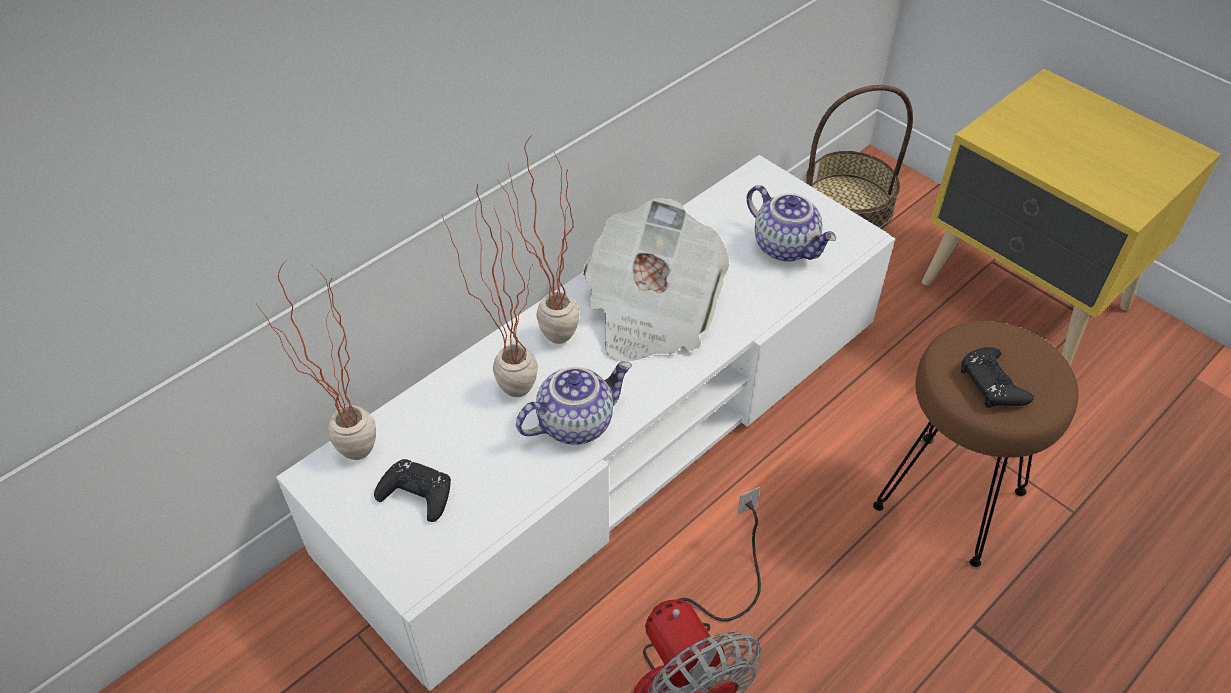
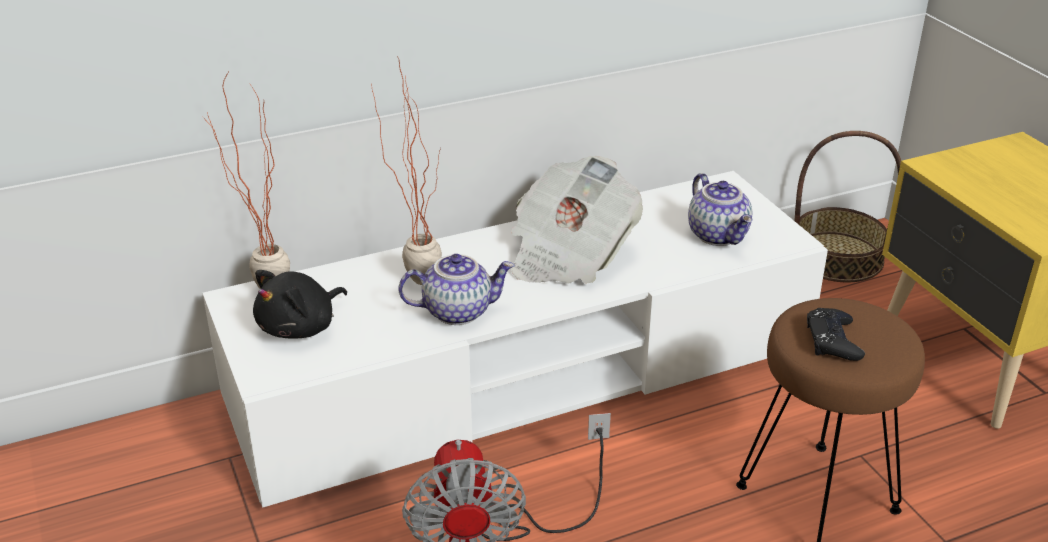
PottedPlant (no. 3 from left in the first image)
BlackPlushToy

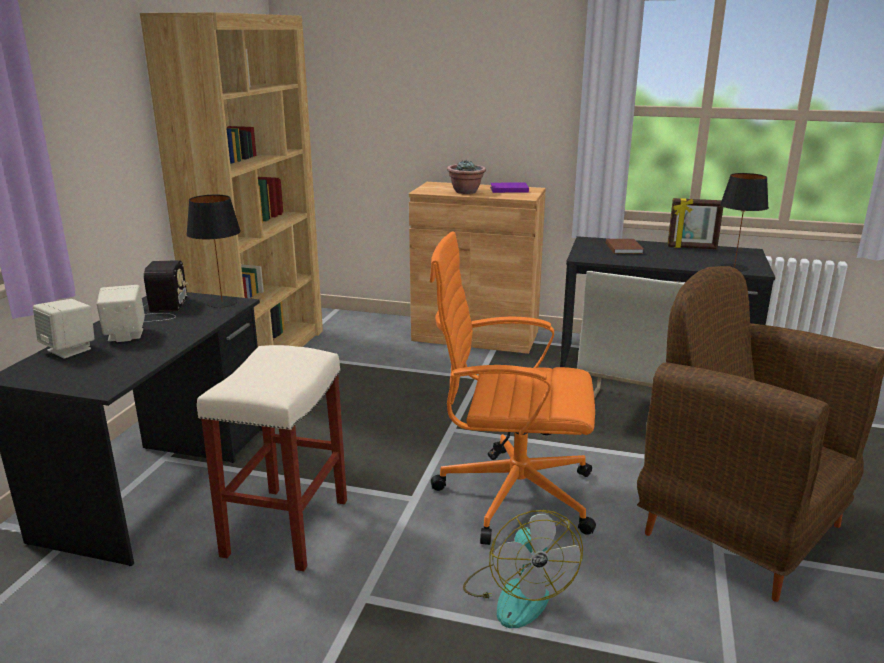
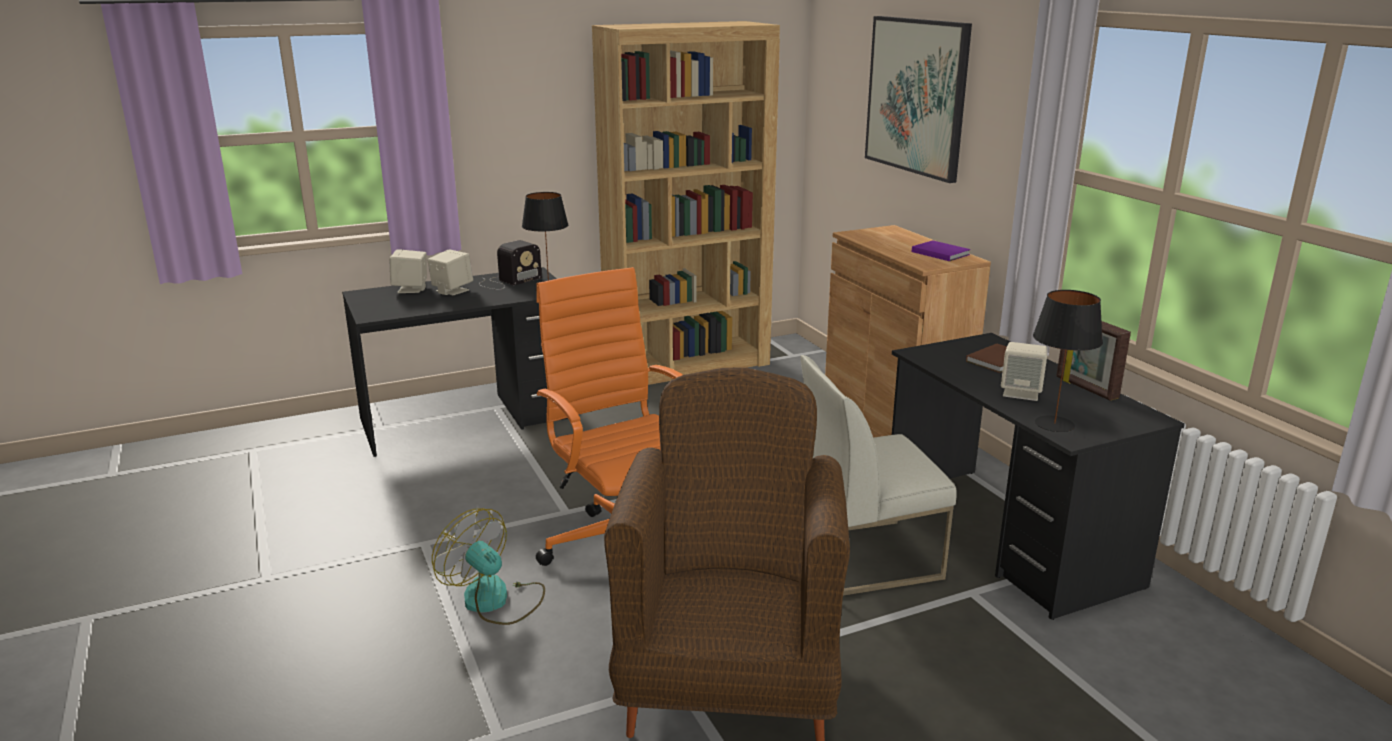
PottedPlant
BeigeStool
Fan
Picture
BeigeSpeaker (no. 3 from left)

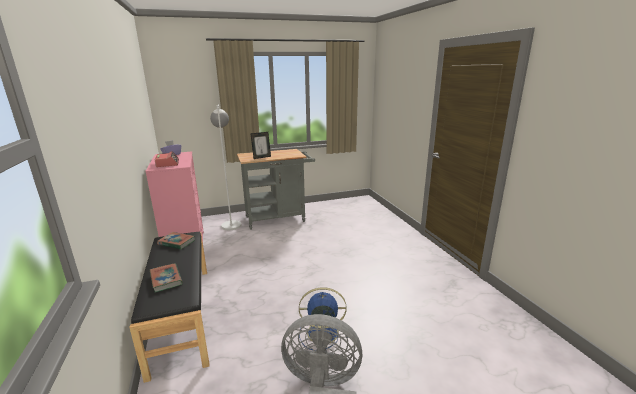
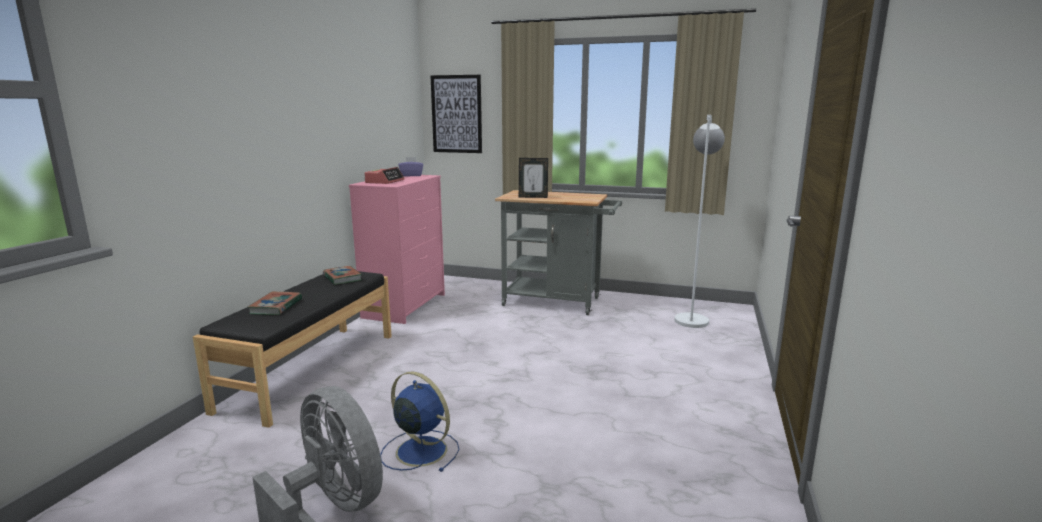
WhiteFloorLamp
Picture

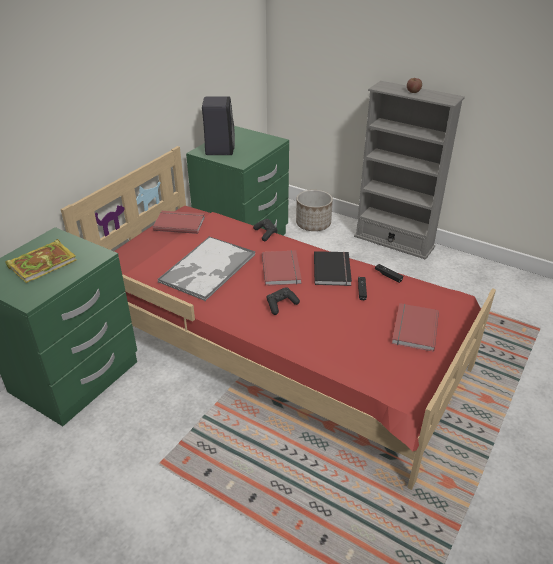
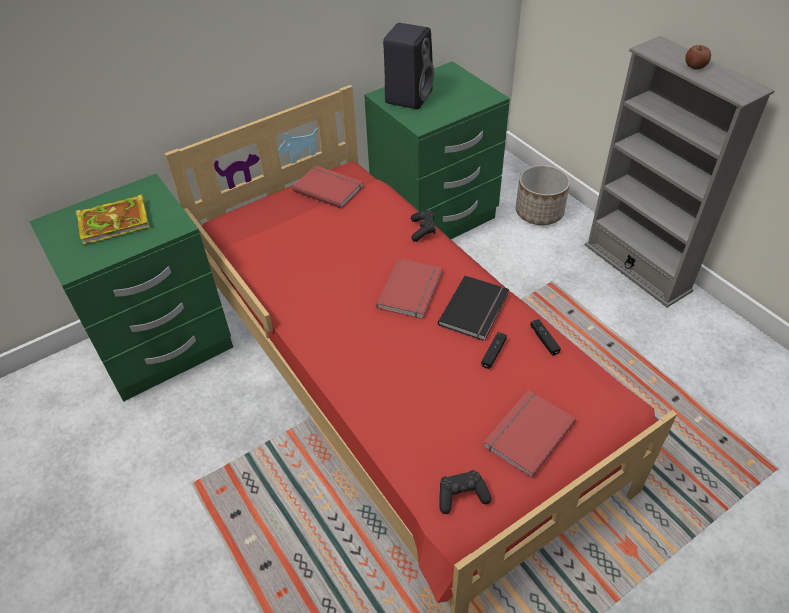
Tray
BlackGameController (no. 2 from left)

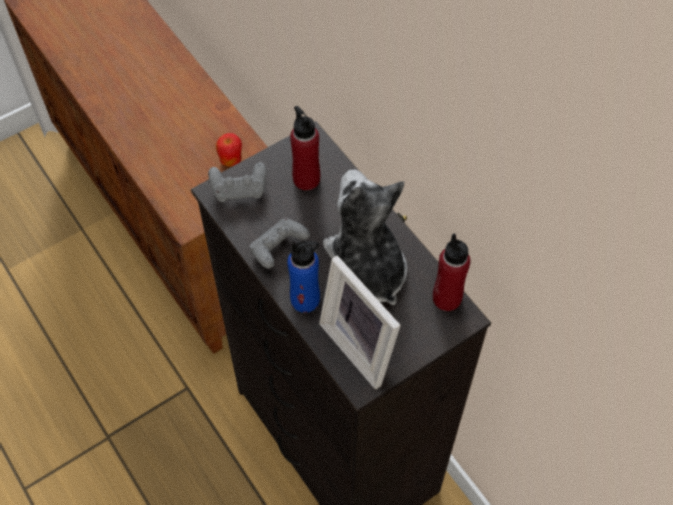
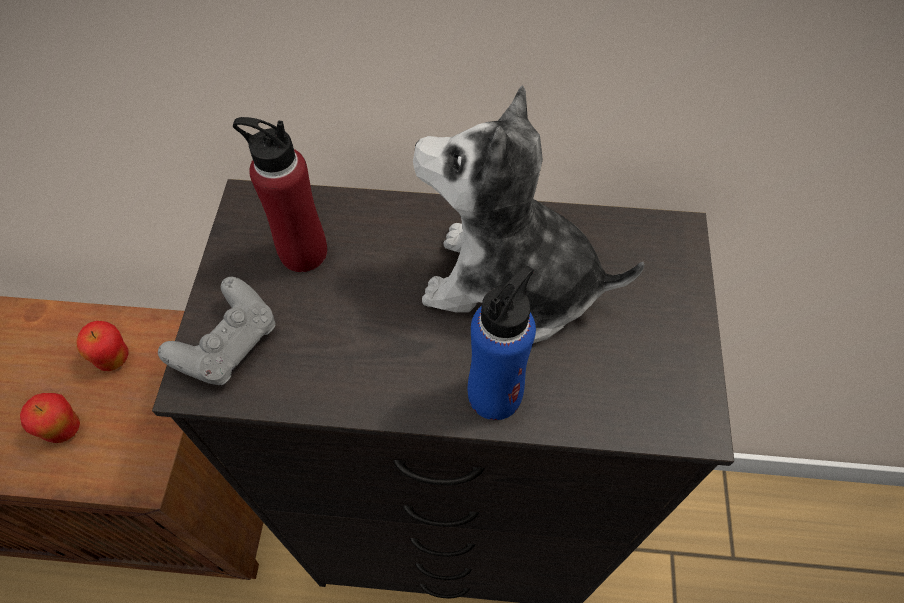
GreyGameController (no. 2 from left in the first image)
RedBottle (no. 2 from left in the first image)
PictureFrame
Apple (no. 1 from left)

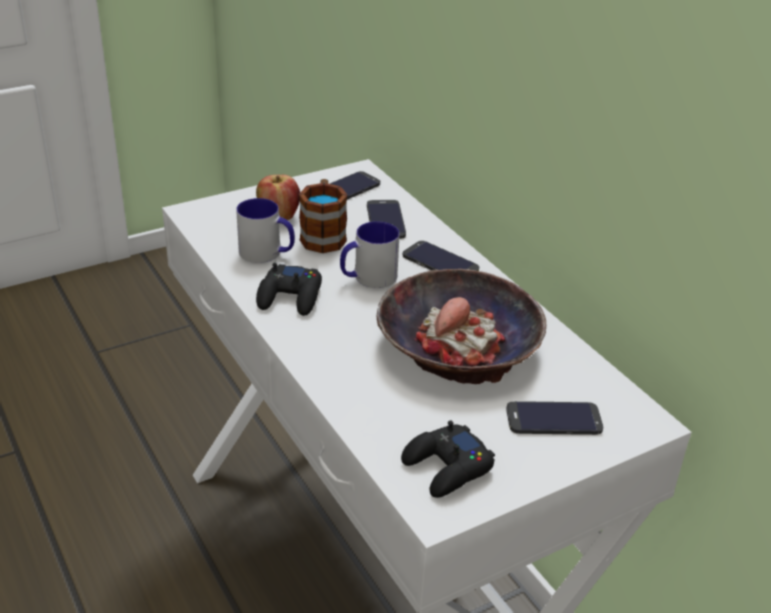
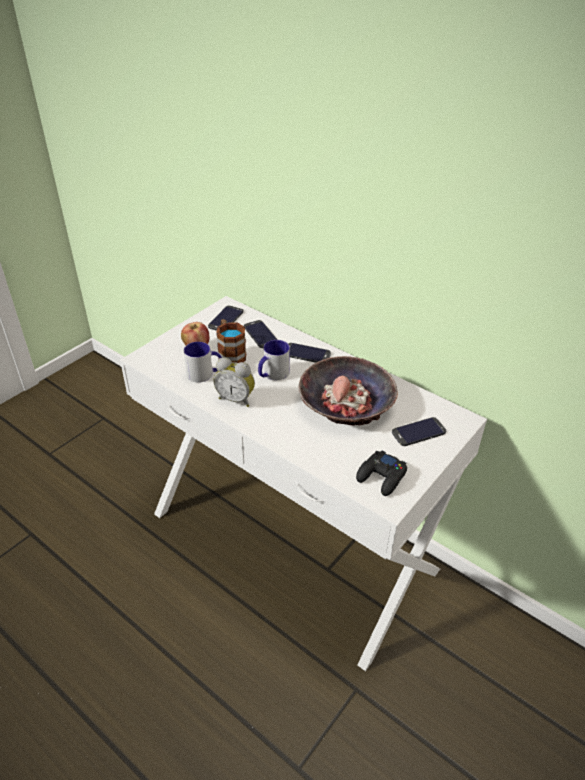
AlarmClock

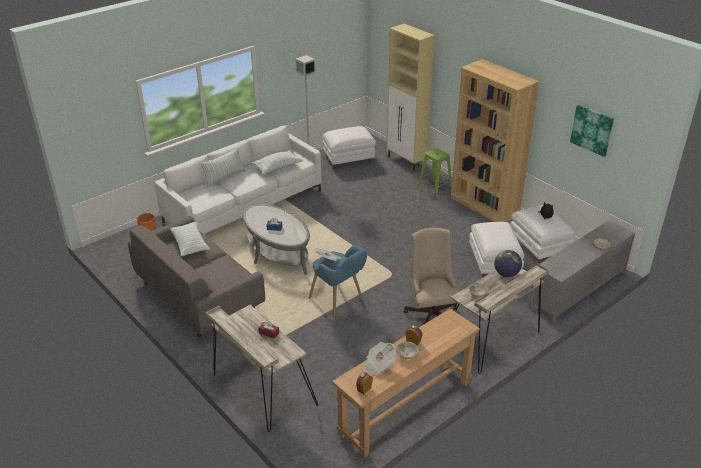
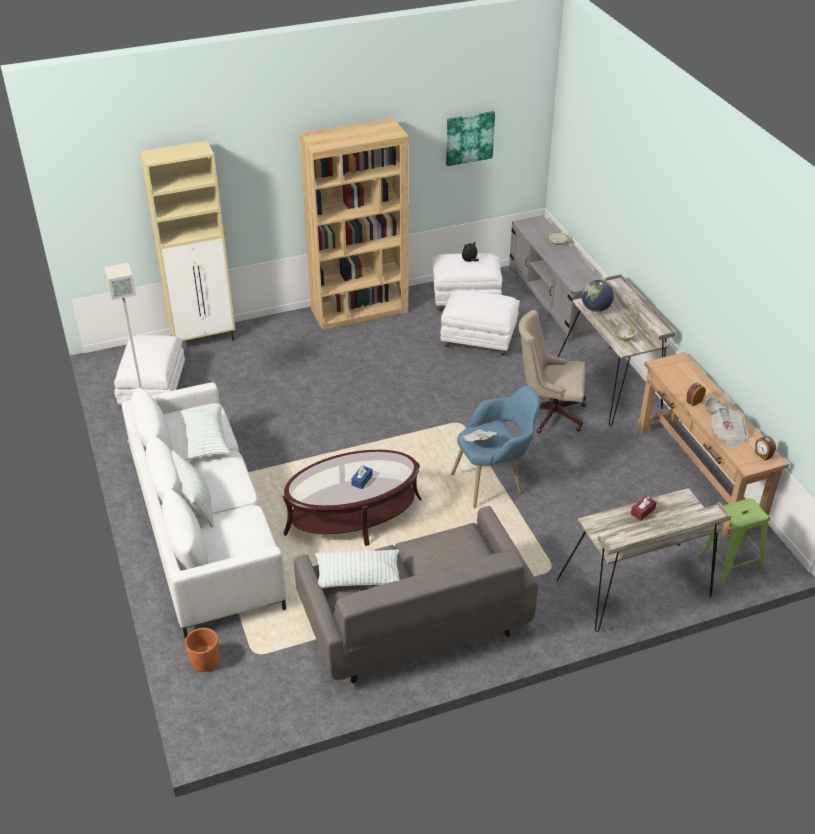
GreenStool
BrownCoffeeTable

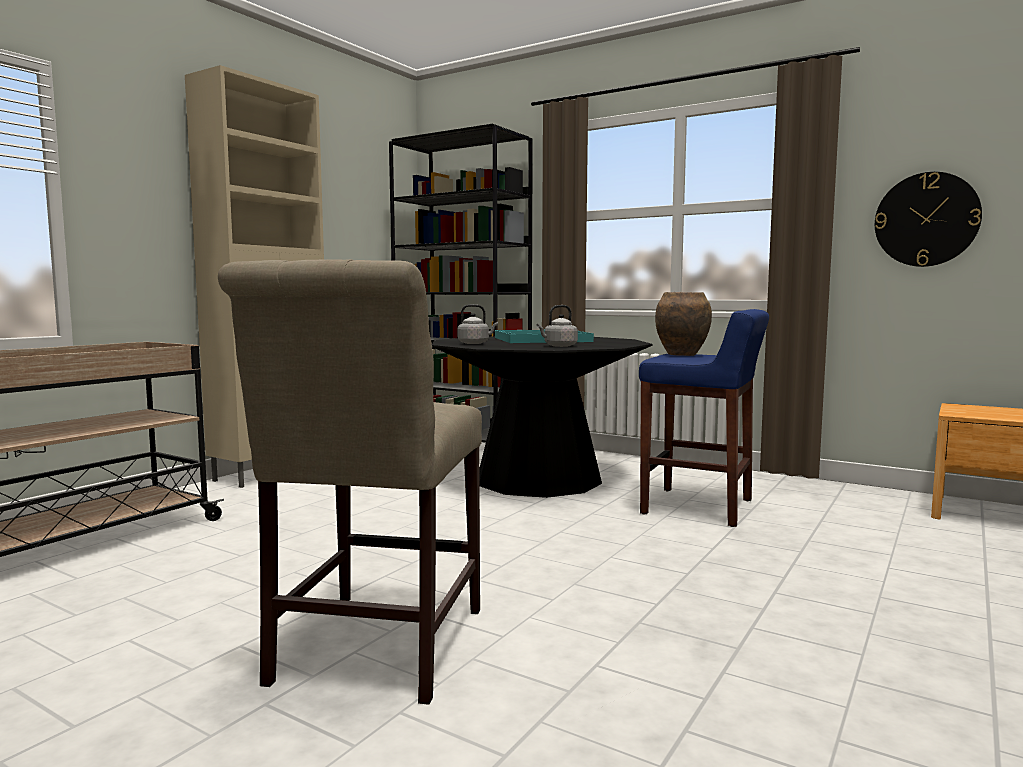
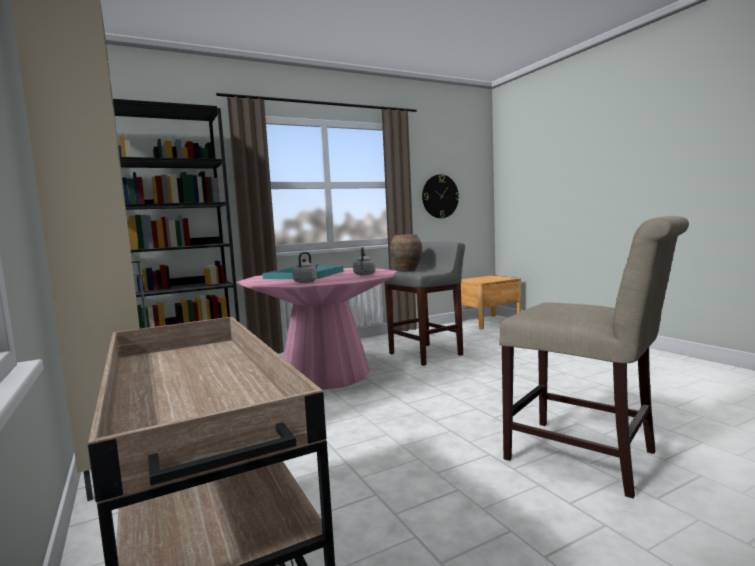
GreyStool
PinkDiningTable

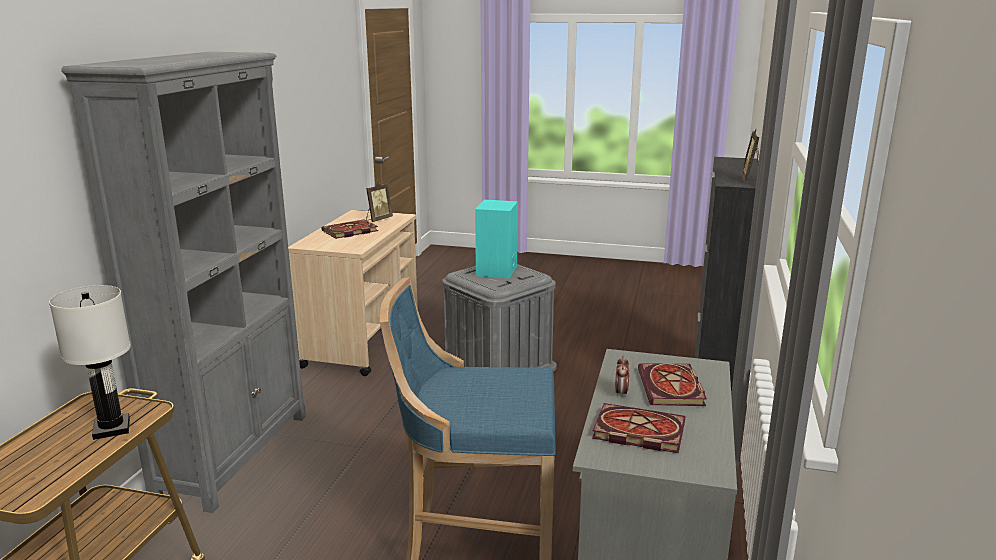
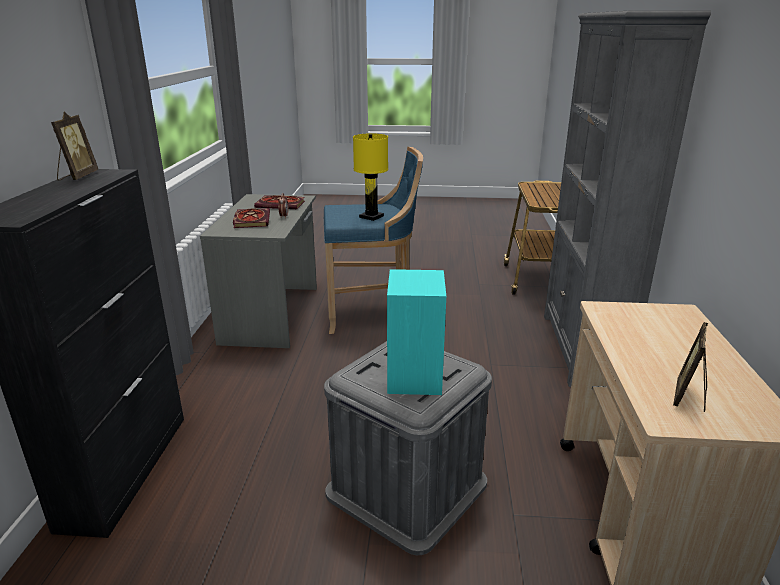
Book (no. 1 from left in the first image)
WhiteTableLamp
YellowTableLamp

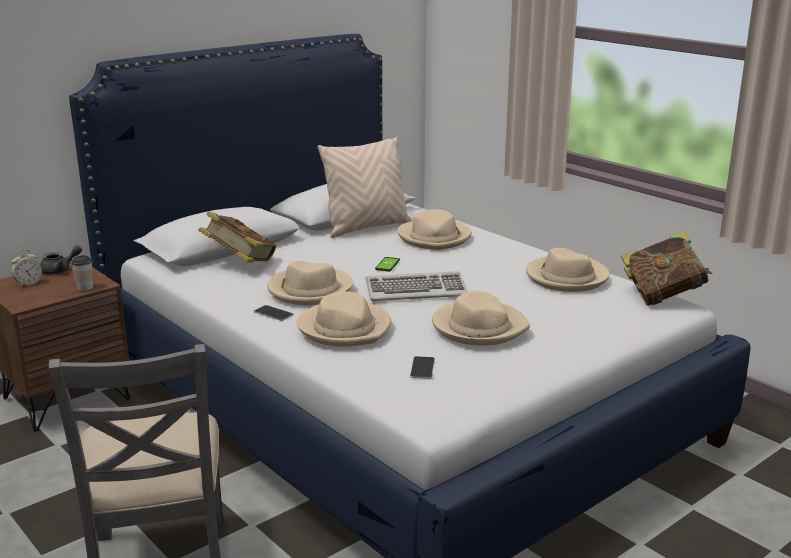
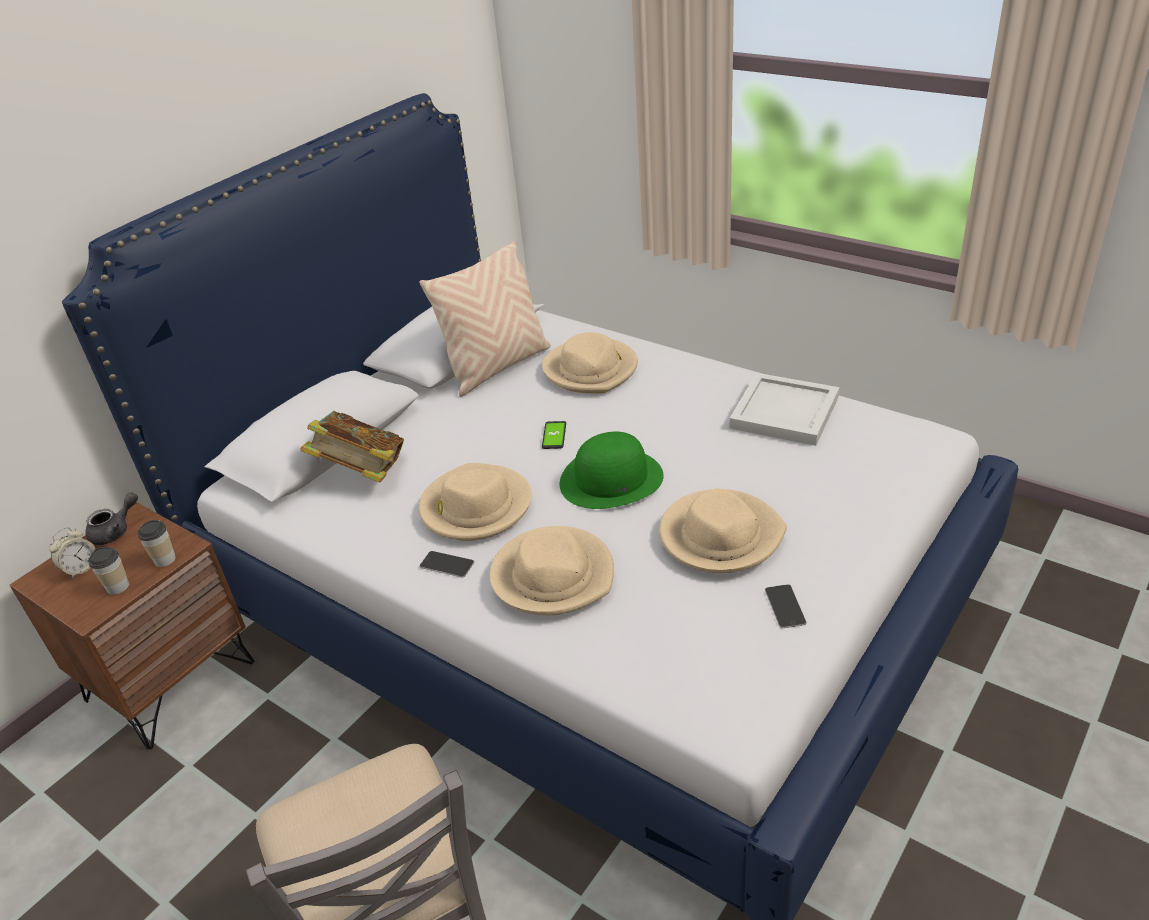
Book (no. 2 from left in the first image)
WhiteTray
GreenHat
Phone (no. 3 from left)
Cup (no. 1 from left)

